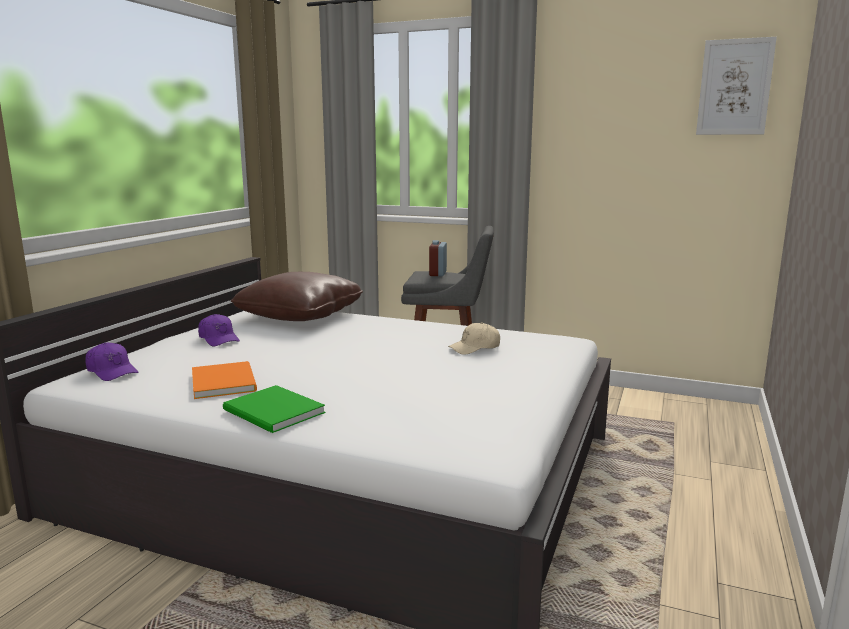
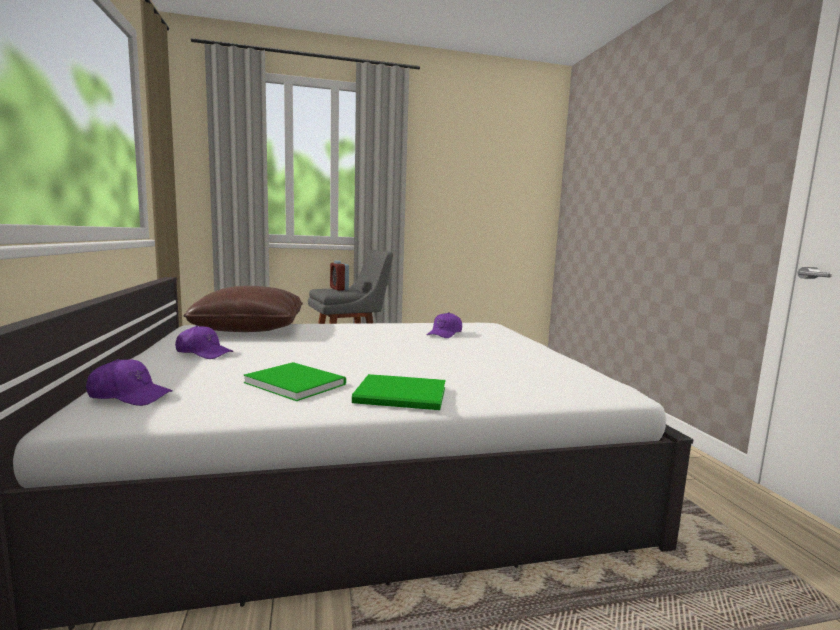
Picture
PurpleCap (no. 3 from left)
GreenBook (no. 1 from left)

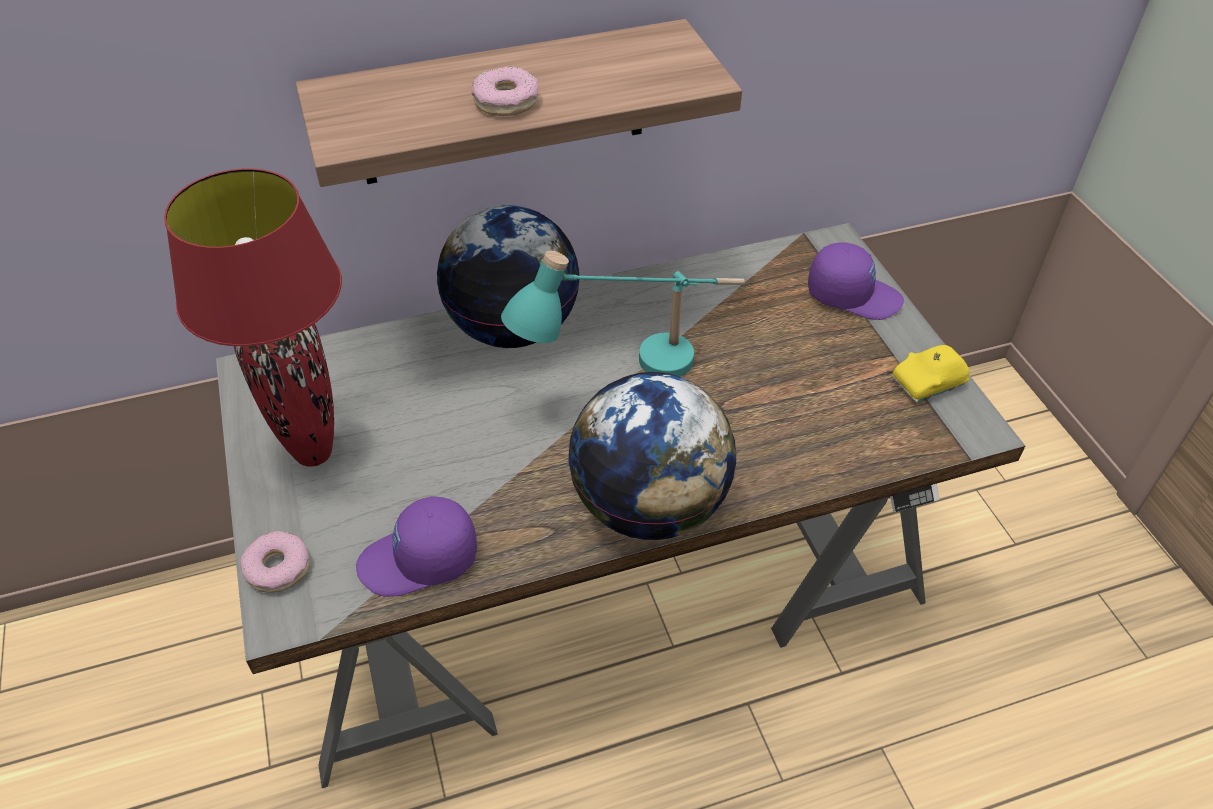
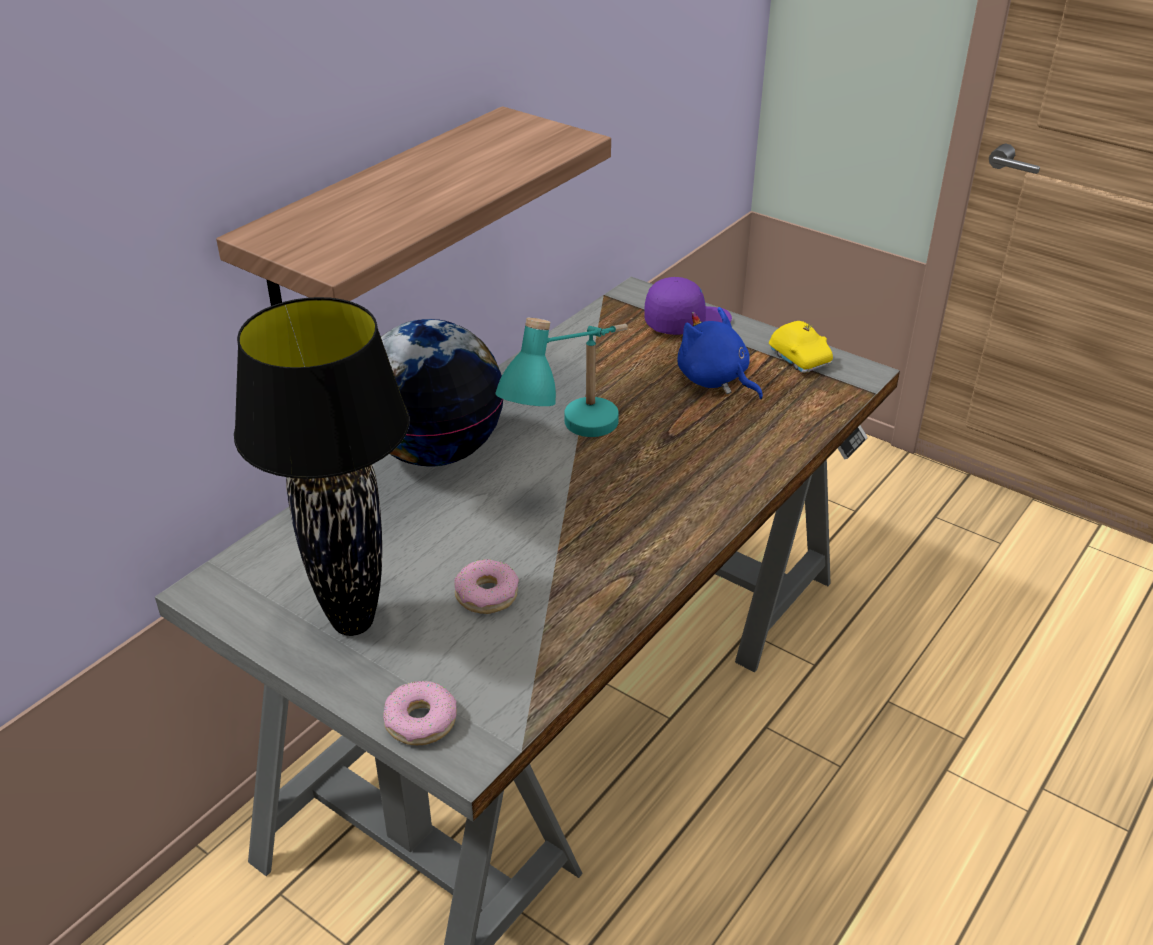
Donut (no. 2 from left)
BlackTableLamp
YellowToyCar
Globe (no. 2 from left in the first image)
PurpleCap (no. 1 from left in the first image)
BluePlushToy

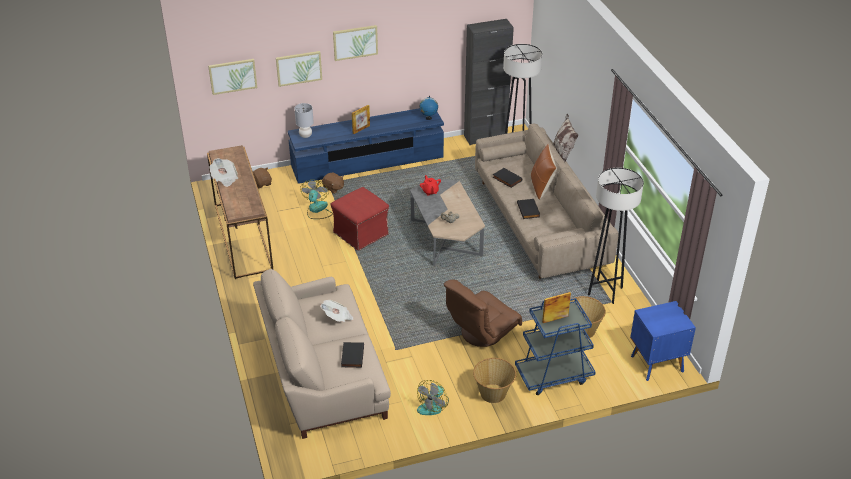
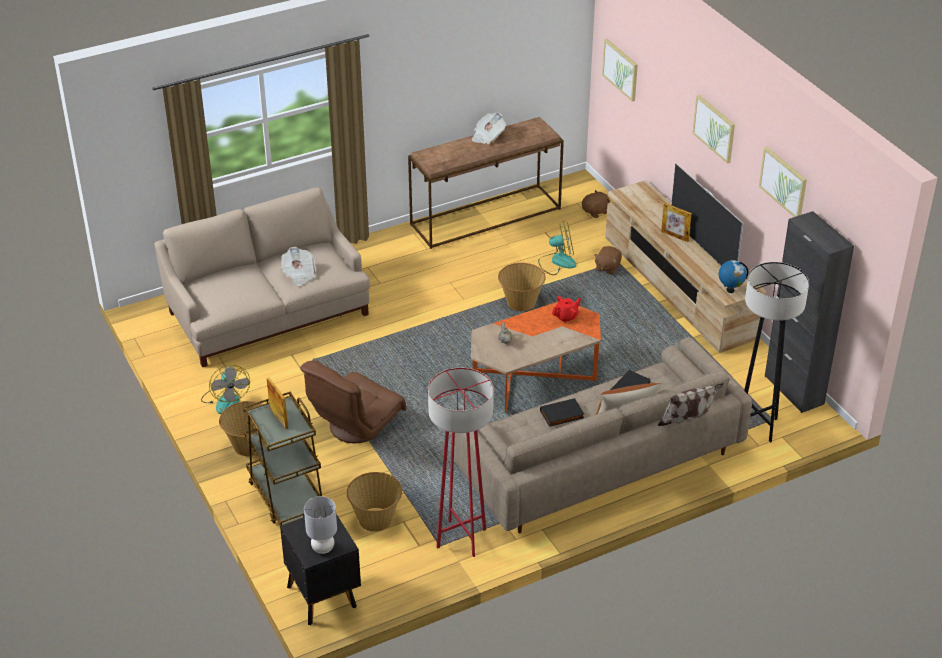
Picture (no. 3 from left)
GreyTableLamp
BeigeTvStand
RedFloorLamp
OrangeCoffeeTable
Basket (no. 3 from left)
BrownArmchair
BrownCart
BlackNightstand
BlackBook (no. 1 from left in the first image)
Fan (no. 1 from left)
Television

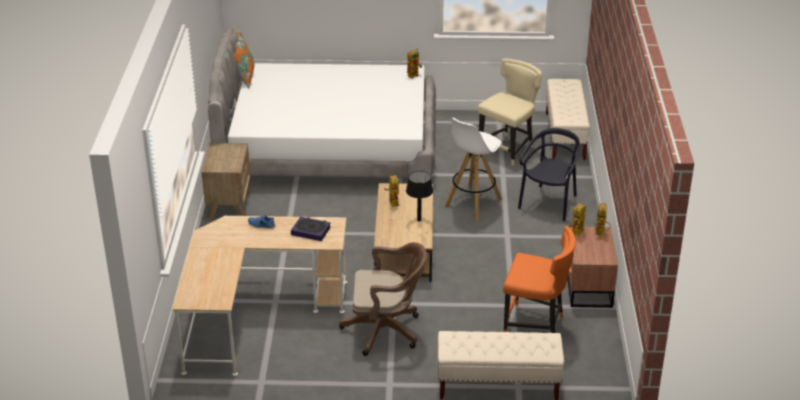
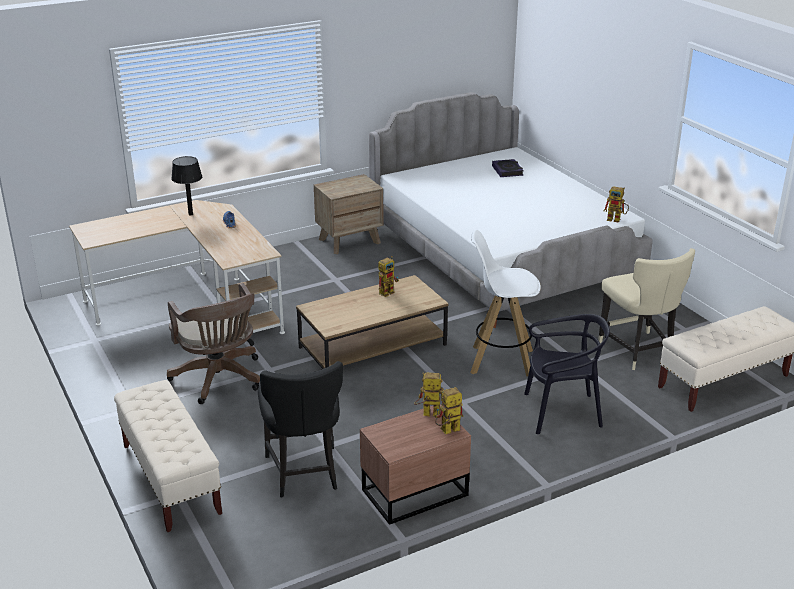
OrangePillow
BeigeChair
BlackTableLamp
Book
BlackChair (no. 1 from left)

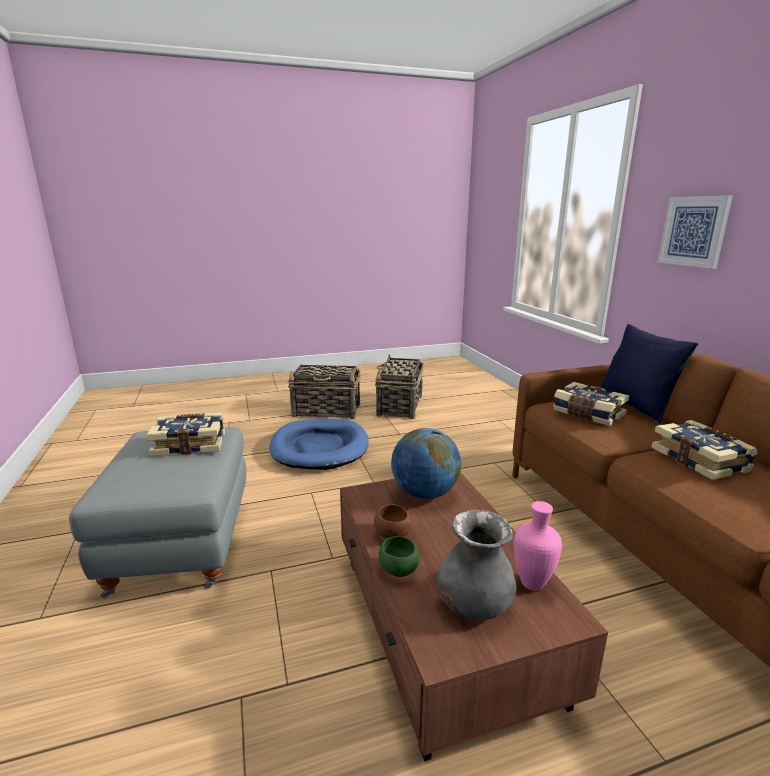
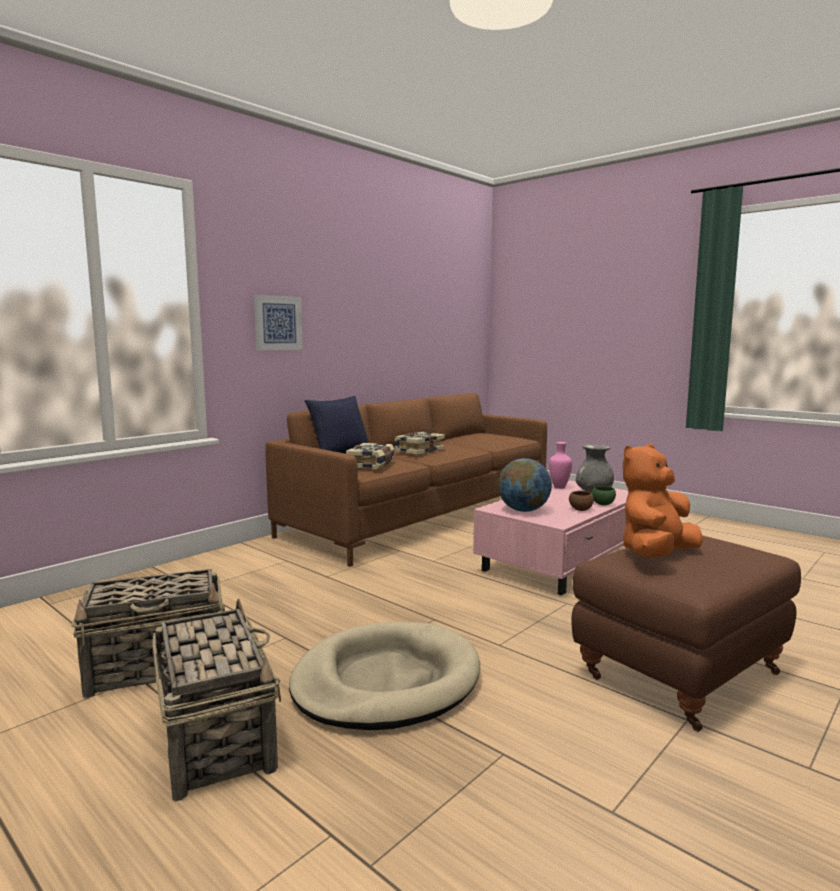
OrangePlushToy
BeigeDogBed
BrownOttoman
PinkCoffeeTable

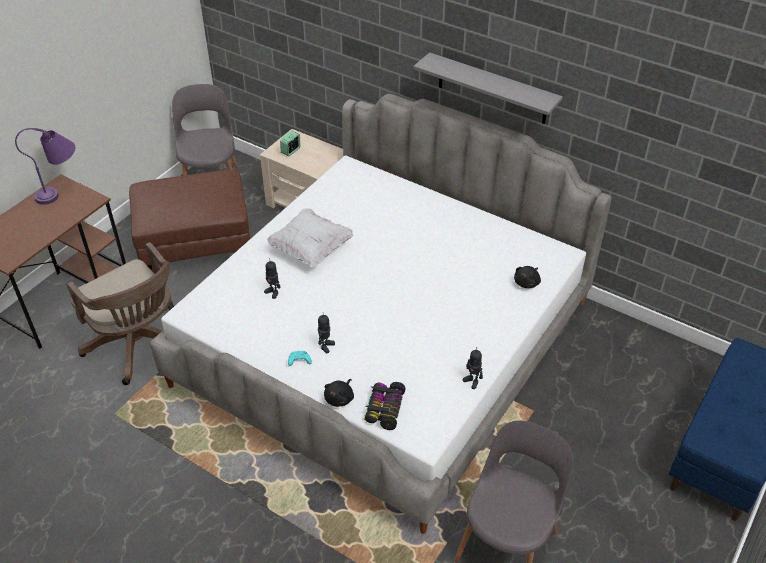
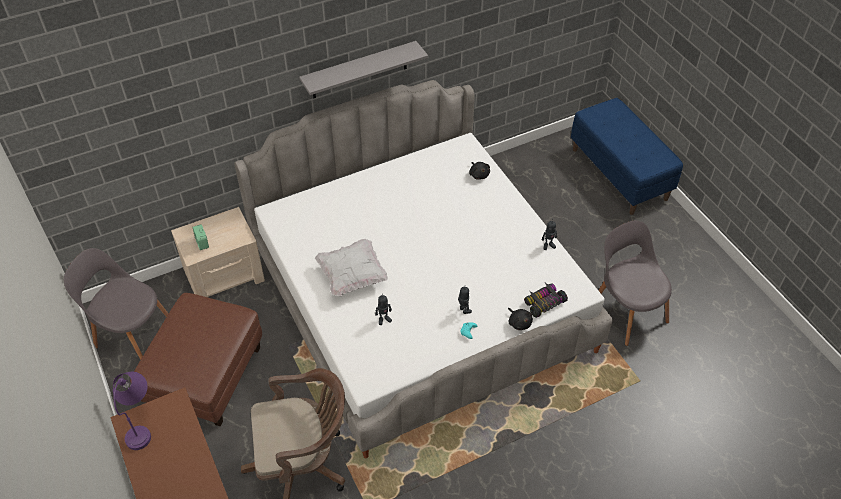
ToyCar

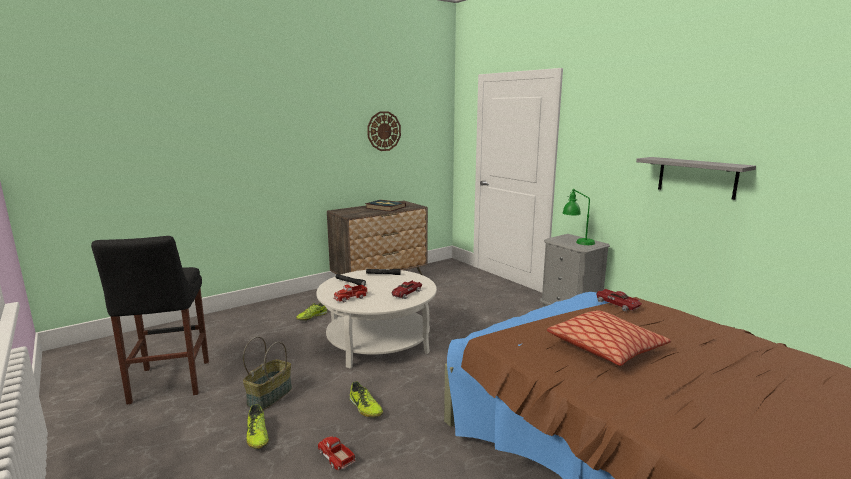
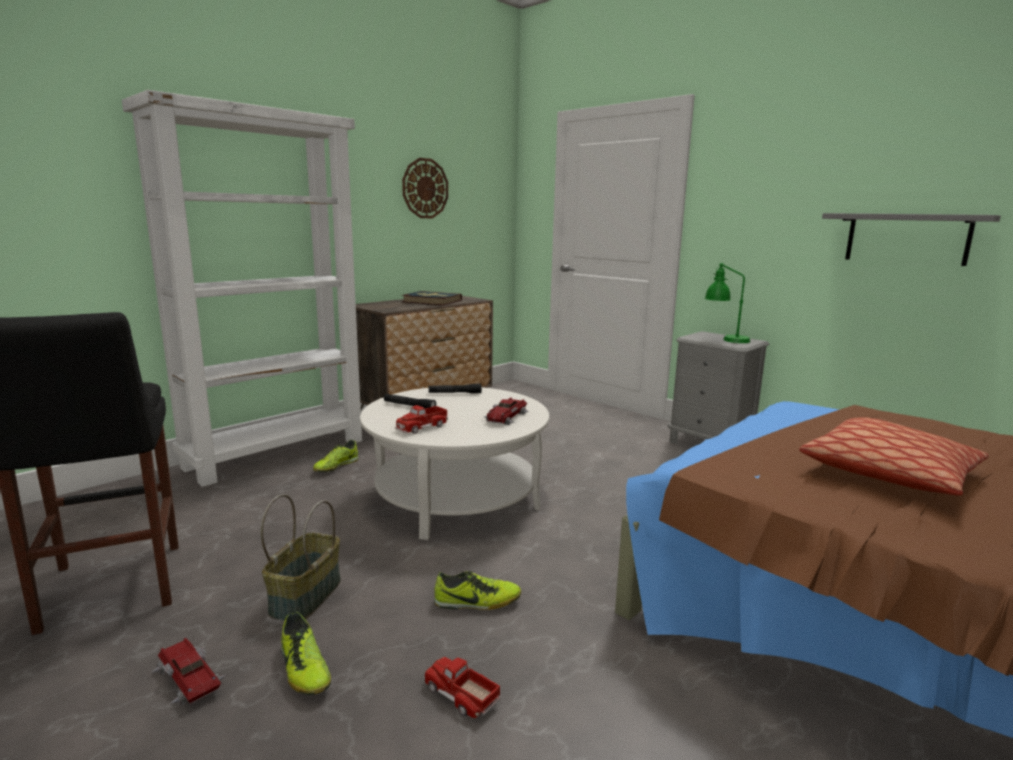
ToyCar (no. 1 from left)
Shoe (no. 3 from left)
WhiteBookcase

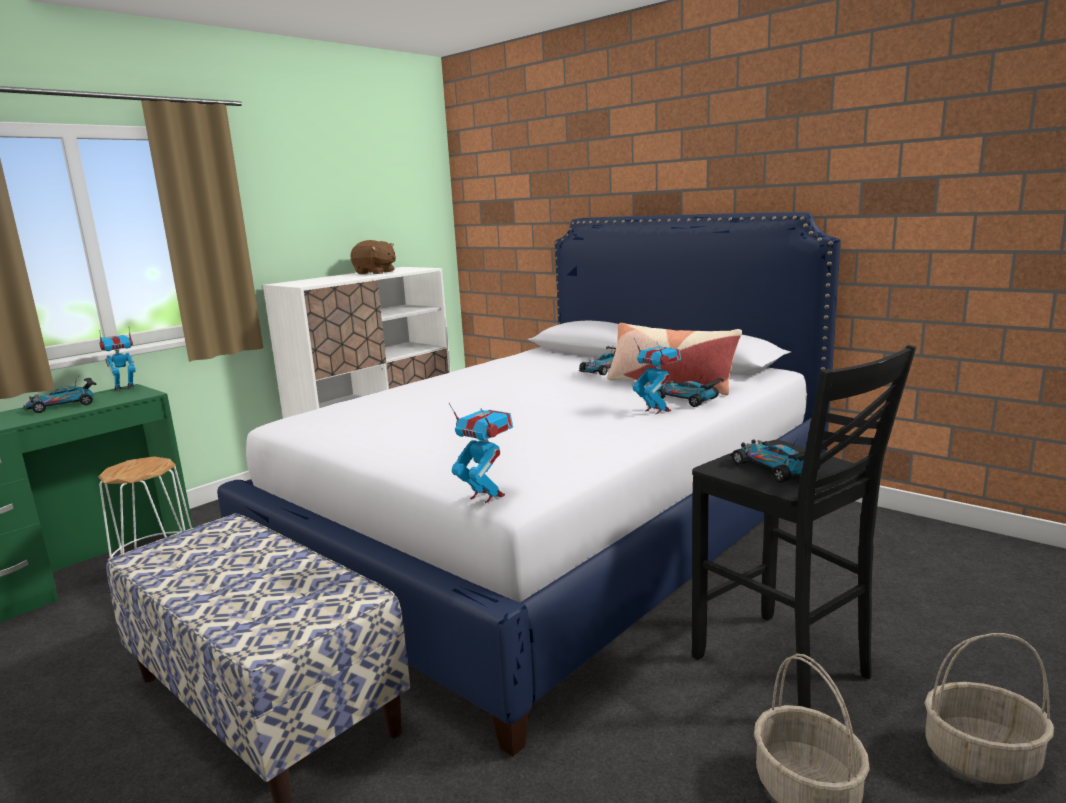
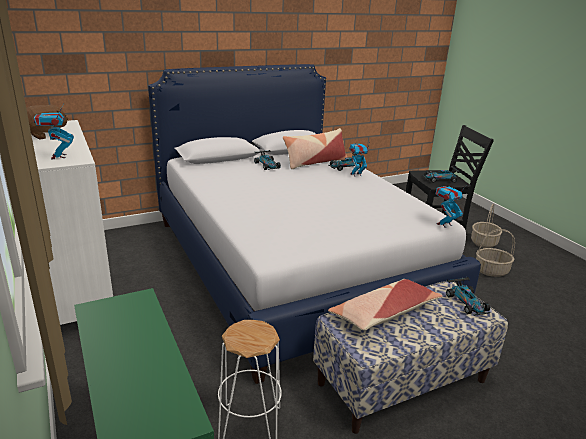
ToyRobot (no. 1 from left)
ToyCar (no. 4 from left)
Pillow (no. 2 from left)

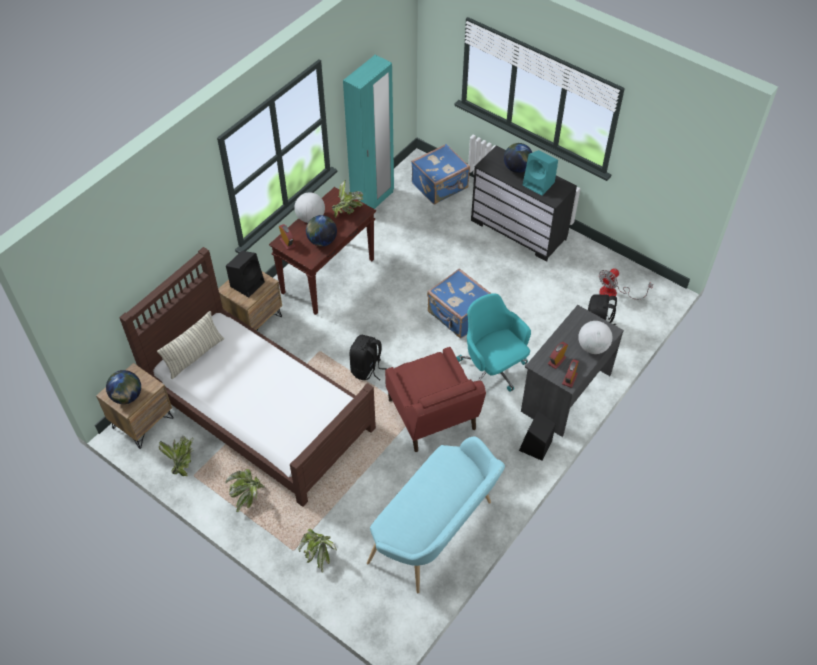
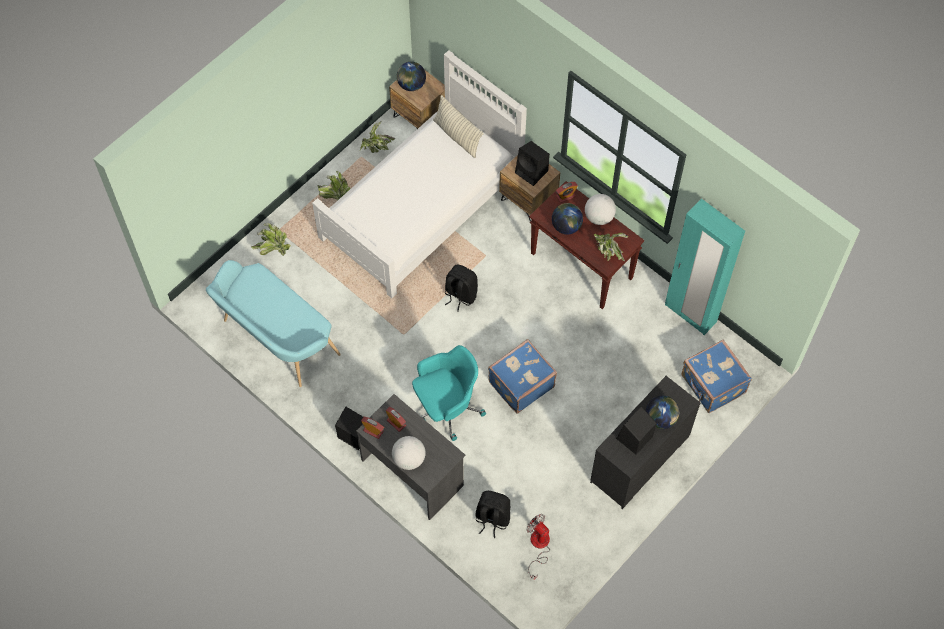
BlackSpeaker (no. 3 from left)
WhiteBed
RedArmchair

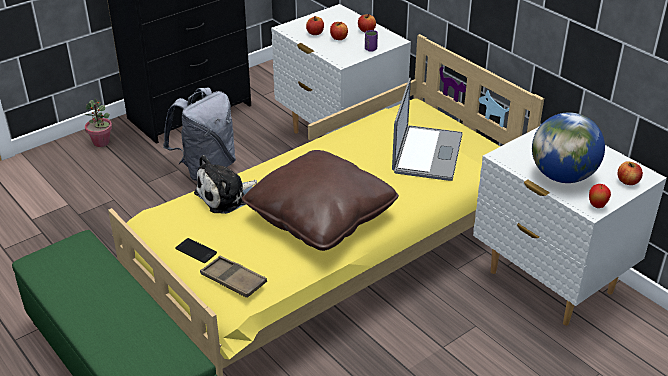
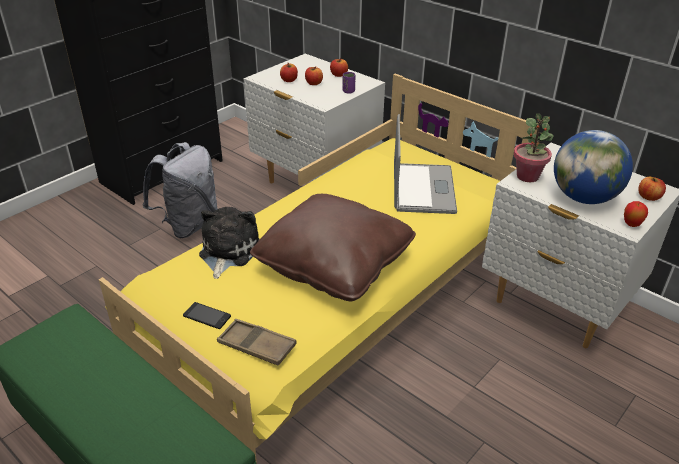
PottedPlant
PlushToy

